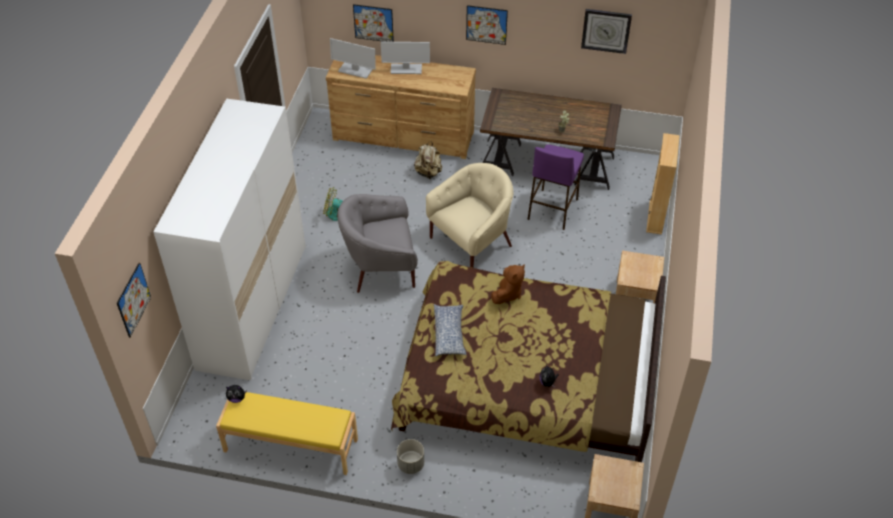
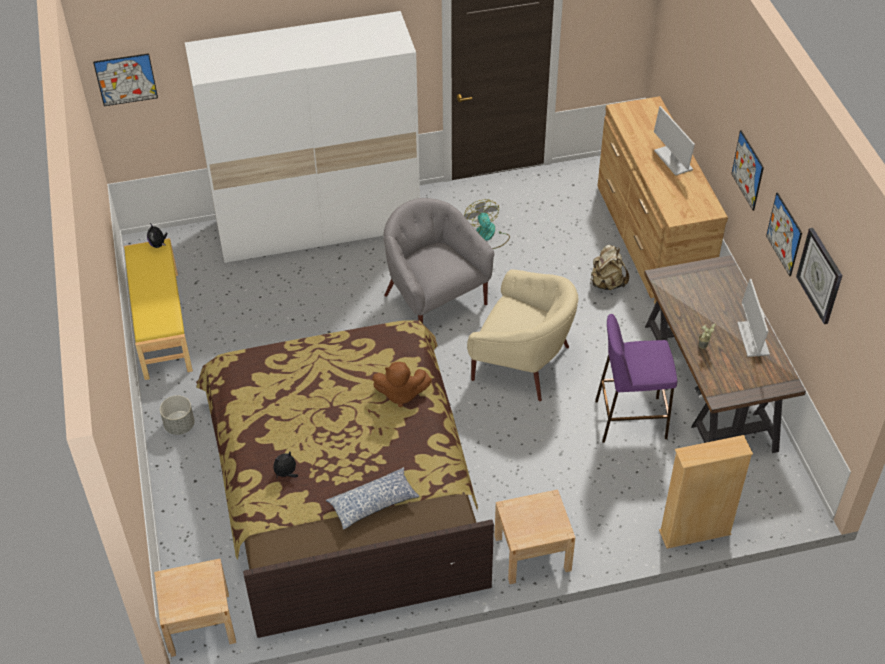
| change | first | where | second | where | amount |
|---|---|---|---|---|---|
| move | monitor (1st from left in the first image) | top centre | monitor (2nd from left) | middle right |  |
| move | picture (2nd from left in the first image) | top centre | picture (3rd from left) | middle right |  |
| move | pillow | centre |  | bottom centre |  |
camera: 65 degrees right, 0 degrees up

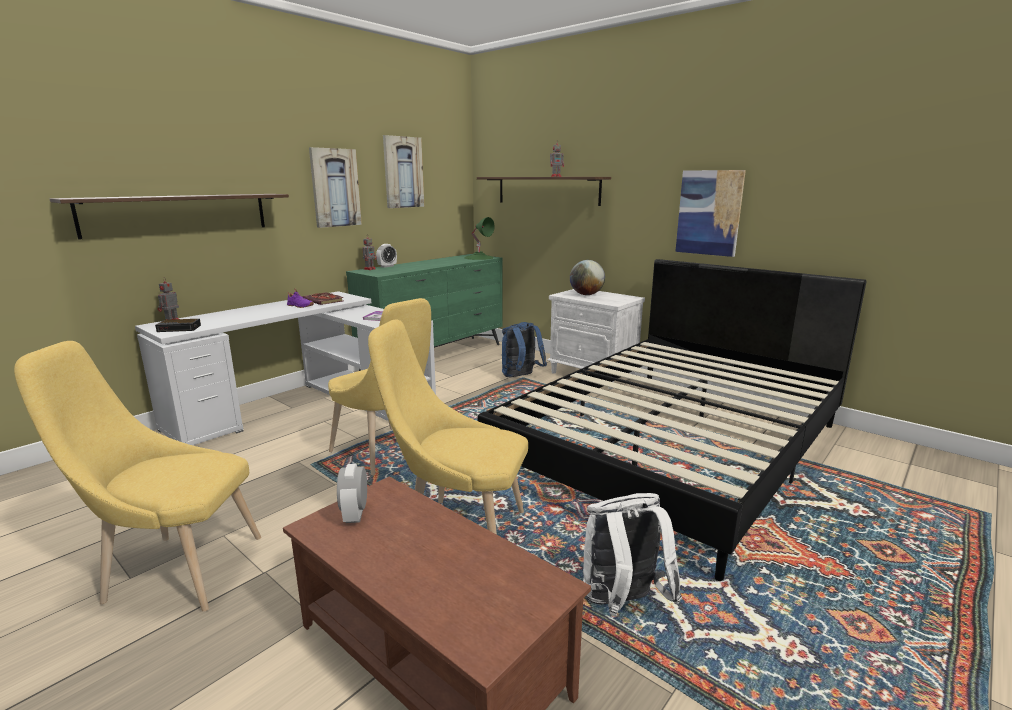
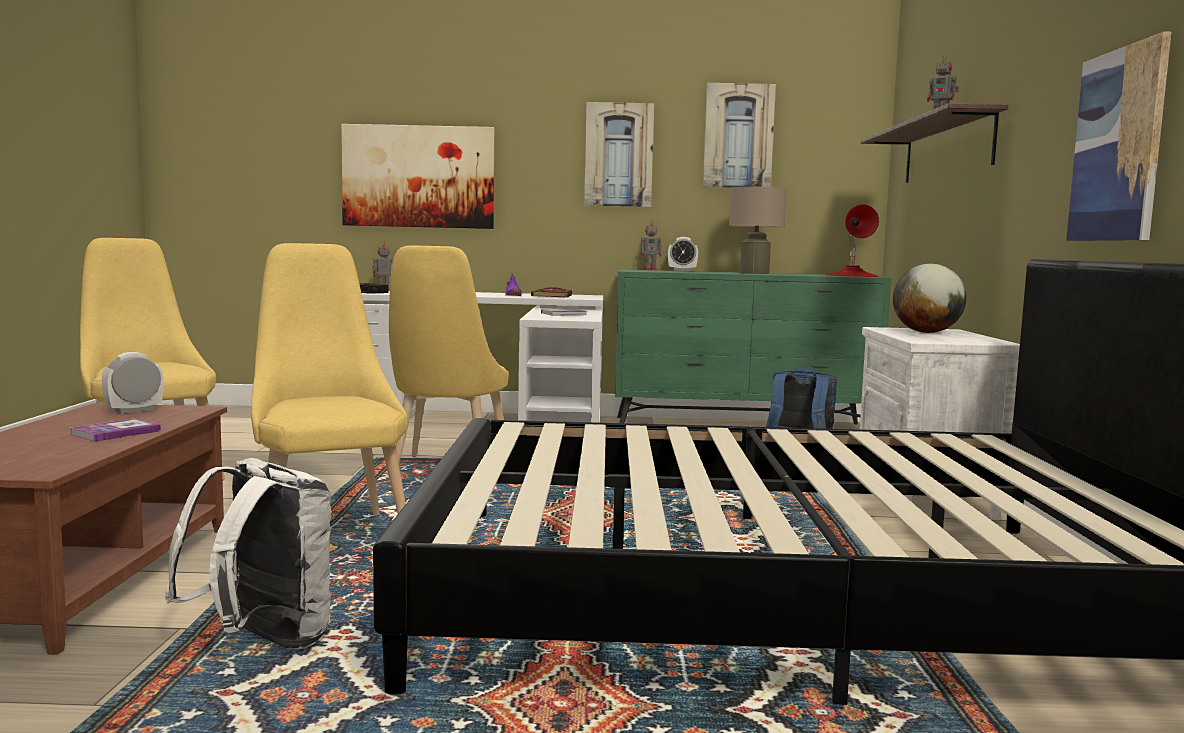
| change | first | where | second | where | amount |
|---|---|---|---|---|---|
| insert |  |  | book (1st from left) | middle left |  |
| insert |  |  | table lamp/beige | top centre |  |
| replace | shelf (1st from left) | top left | picture (1st from left) | top centre |  |
| recolor | table lamp/green | centre | table lamp/red | top right |  |
camera: 50 degrees right, 10 degrees down

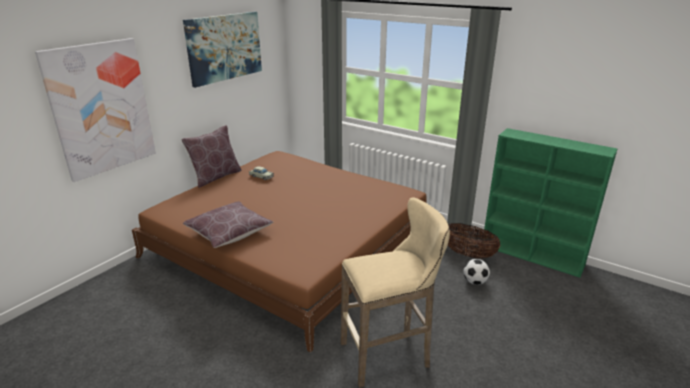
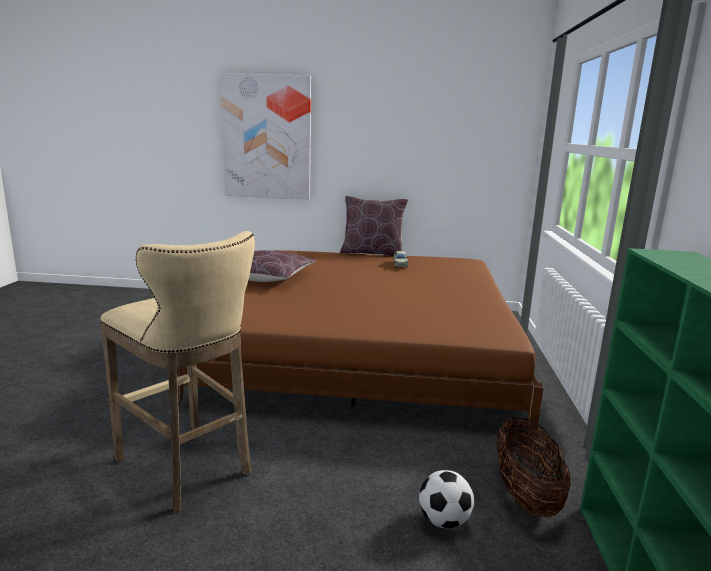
| change | first | where | second | where | amount |
|---|---|---|---|---|---|
| delete | picture (2nd from left) | top left |  |  |  |
camera: 60 degrees right, 10 degrees down

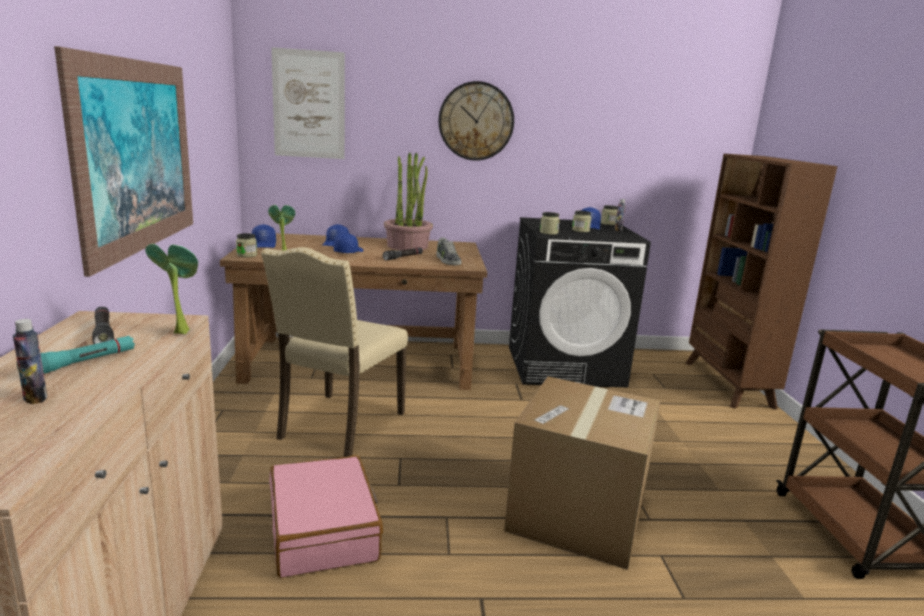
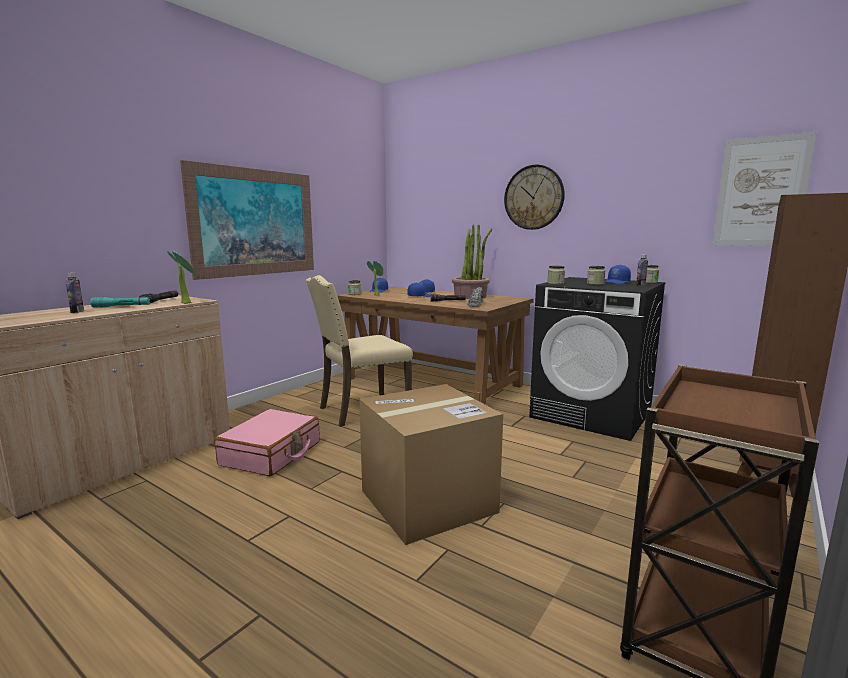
| change | first | where | second | where | amount |
|---|---|---|---|---|---|
| move | picture (2nd from left) | top centre |  | top right |  |
camera: 40 degrees right, 5 degrees down

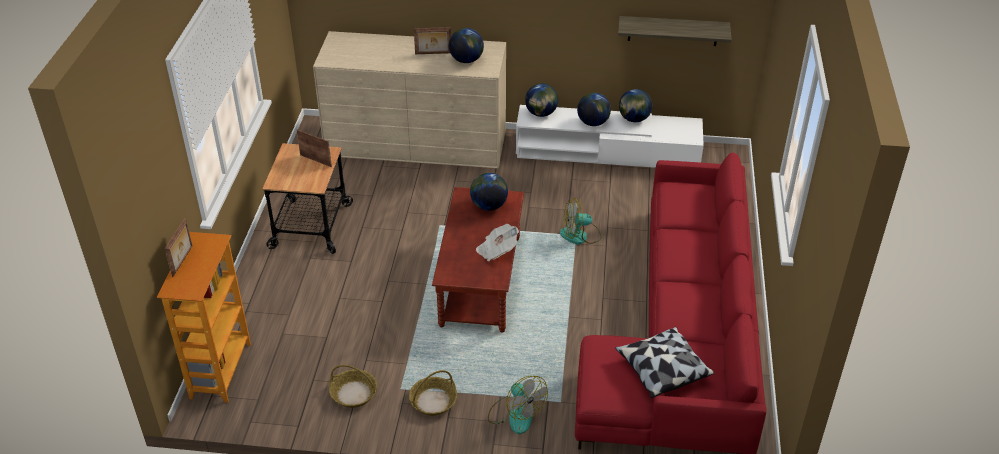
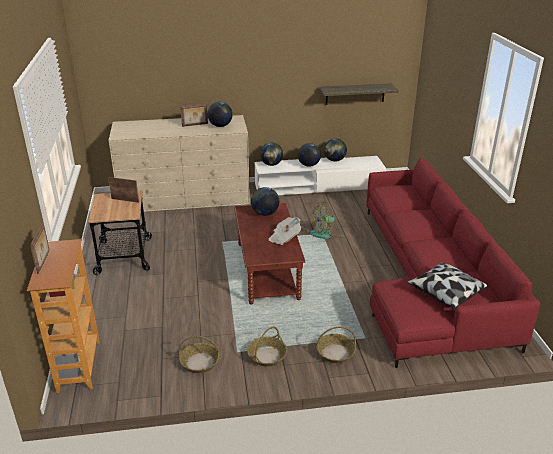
| change | first | where | second | where | amount |
|---|---|---|---|---|---|
| replace | fan (1st from left) | bottom centre | basket (3rd from left) | bottom centre |  |
camera: 15 degrees left, 10 degrees down

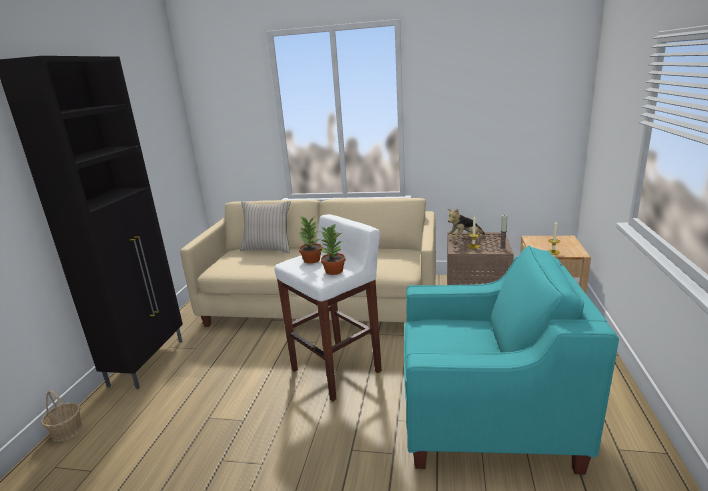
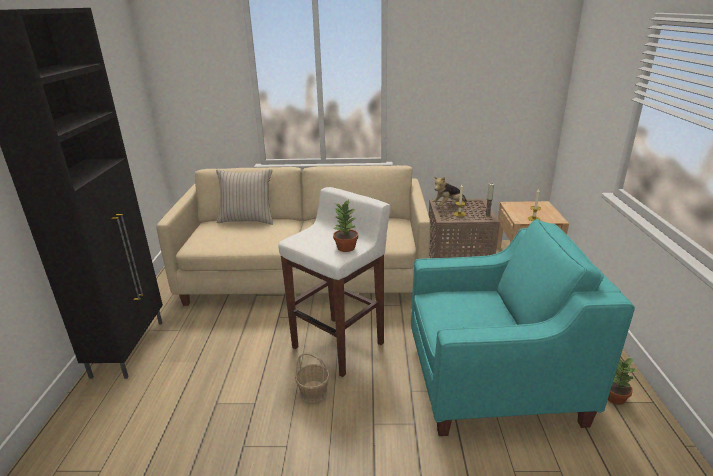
| change | first | where | second | where | amount |
|---|---|---|---|---|---|
| move | basket | bottom left |  | bottom centre |  |
| move | potted plant (1st from left in the first image) | centre | potted plant (2nd from left) | bottom right |  |
camera: 10 degrees left, 5 degrees up

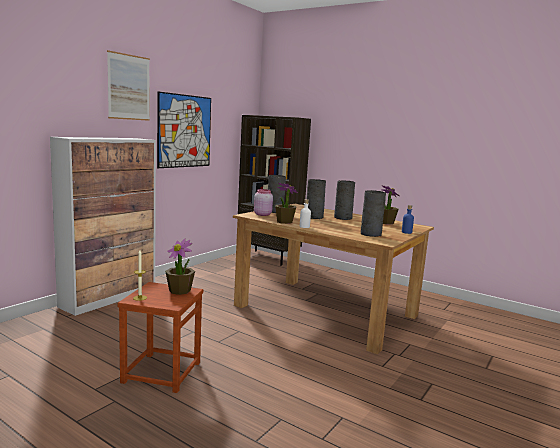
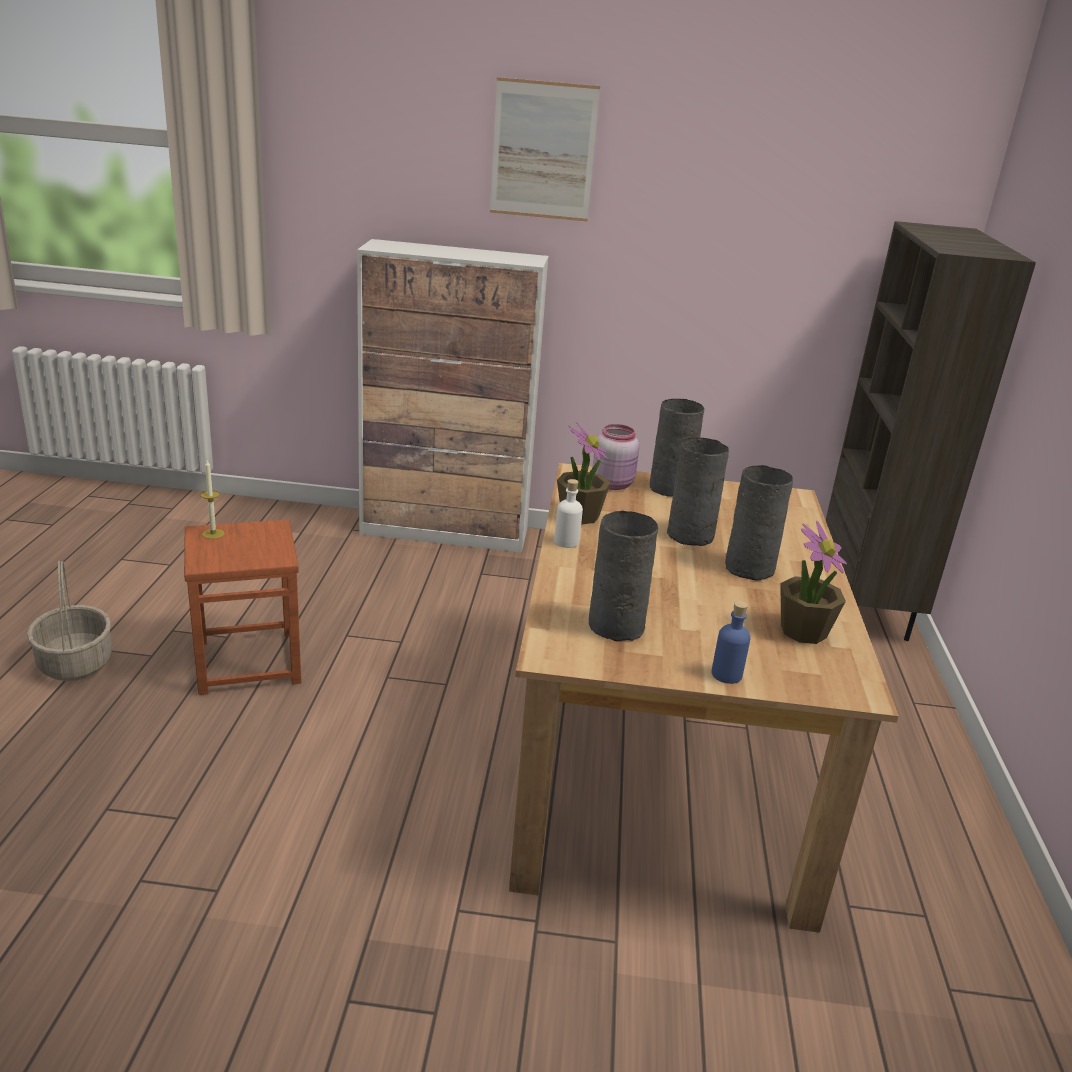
| change | first | where | second | where | amount |
|---|---|---|---|---|---|
| delete | picture (2nd from left) | top left |  |  |  |
| delete | potted plant (1st from left) | middle left |  |  |  |
| insert |  |  | basket | middle left |  |
camera: 60 degrees right, 15 degrees up

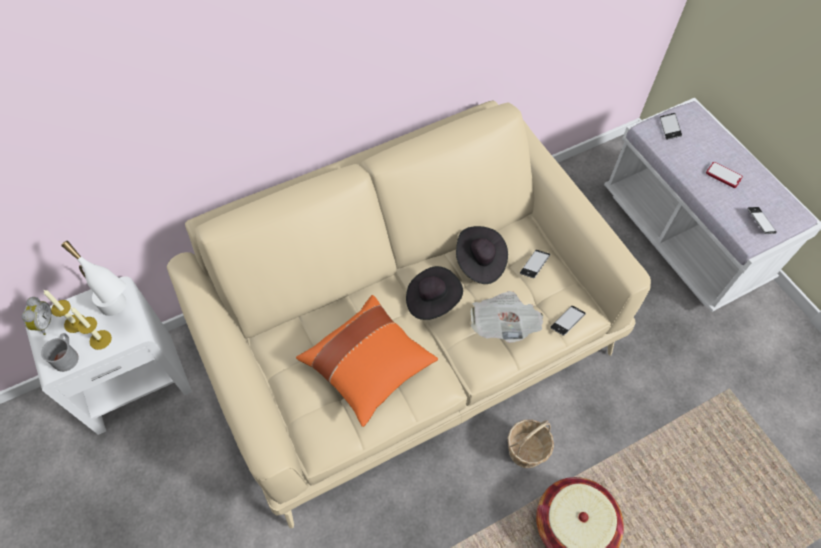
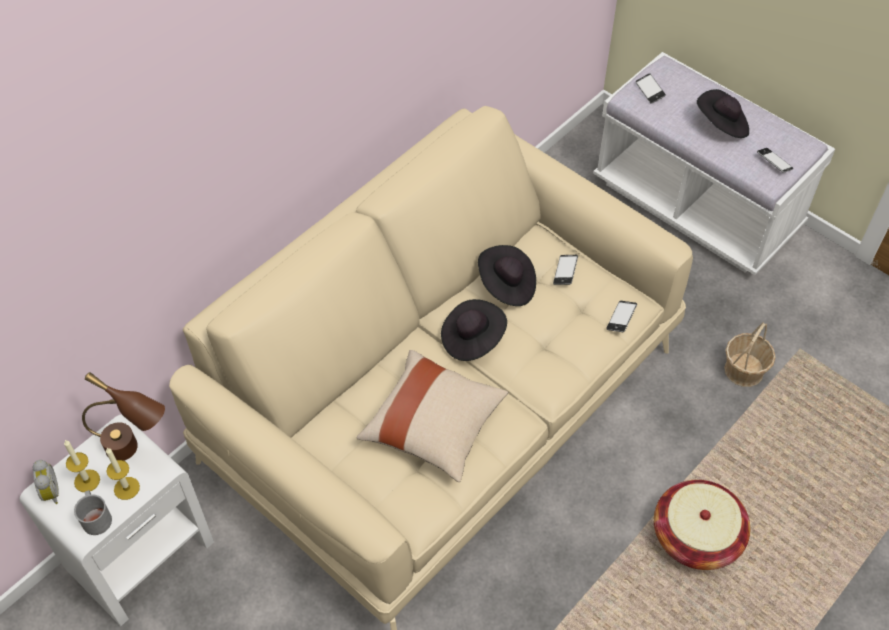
| change | first | where | second | where | amount |
|---|---|---|---|---|---|
| delete | newspaper | centre |  |  |  |
| move | basket (1st from left in the first image) | bottom centre | basket (2nd from left) | middle right |  |
| replace | phone (4th from left) | top right | hat/black (3rd from left) | top right |  |
| recolor | table lamp/white | middle left | table lamp/brown | middle left |  |
| recolor | pillow/orange | centre | pillow/beige | centre |  |
camera: 20 degrees left, 5 degrees down

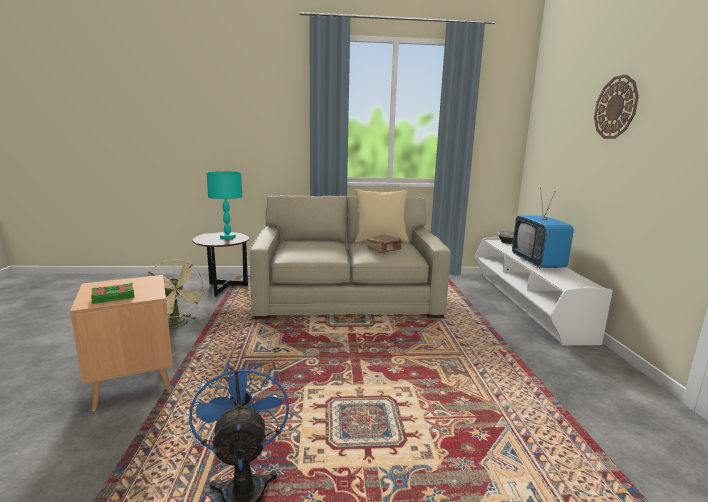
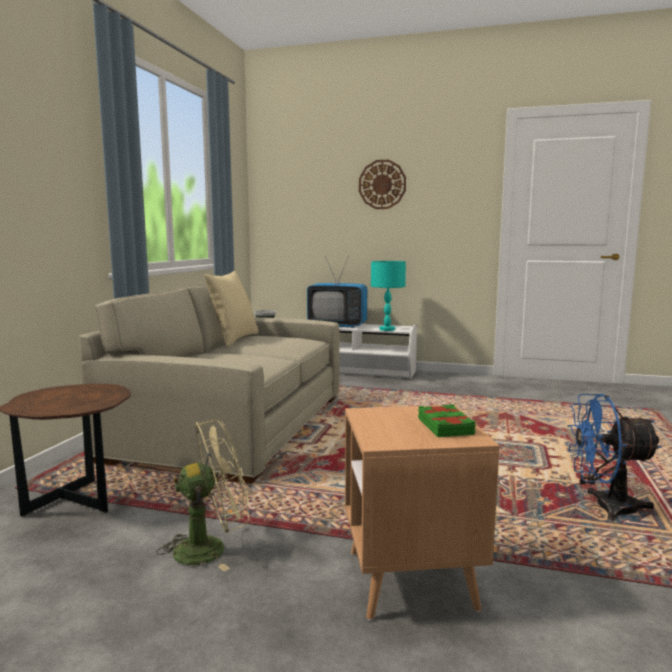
| change | first | where | second | where | amount |
|---|---|---|---|---|---|
| delete | book/brown | centre |  |  |  |
| move | table lamp/turquoise | middle left |  | centre |  |
camera: 70 degrees left, 5 degrees down

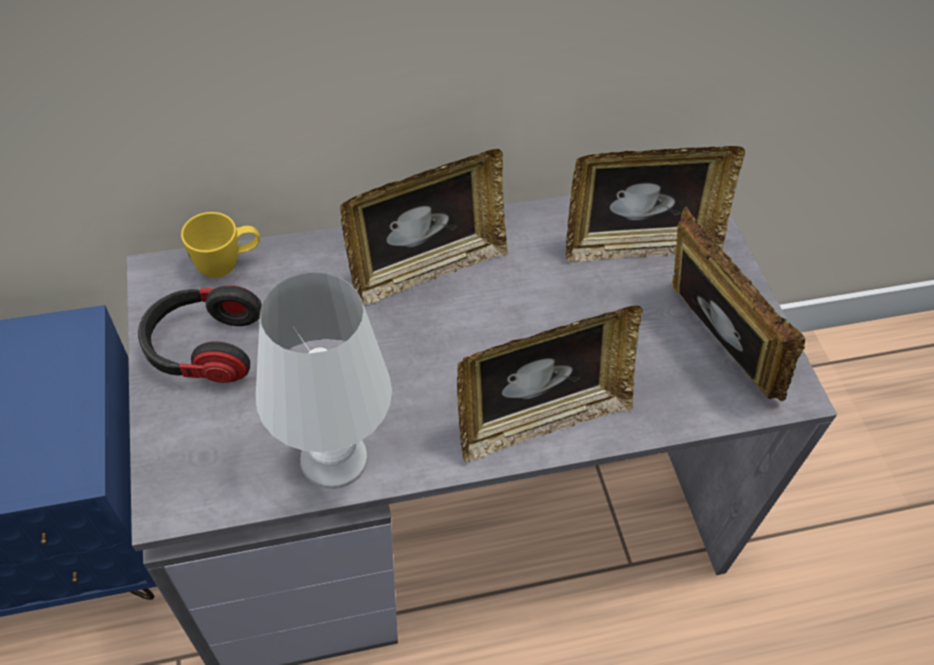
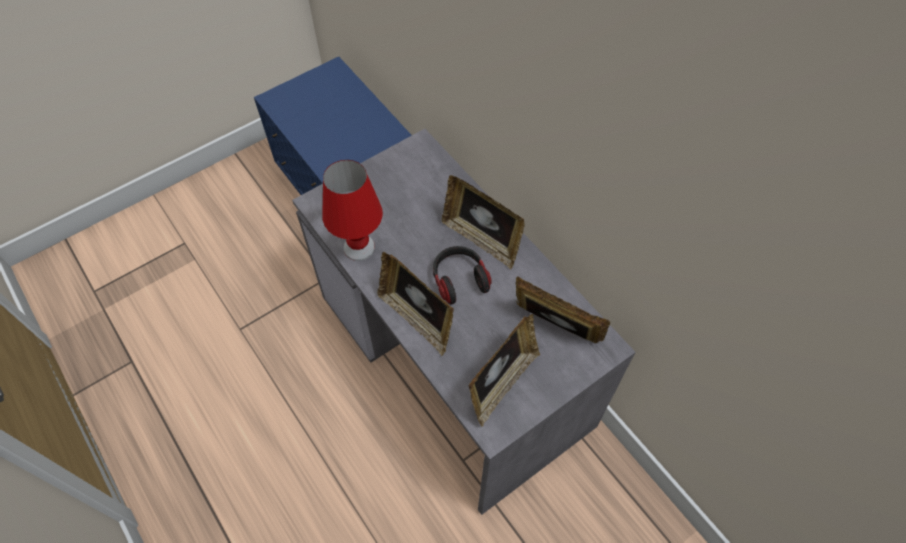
| change | first | where | second | where | amount |
|---|---|---|---|---|---|
| delete | mug/yellow | middle left |  |  |  |
| move | headphones | middle left |  | centre |  |
| recolor | table lamp/white | centre | table lamp/red | centre |  |
| rotate | picture frame (3rd from left in the first image) | top right | picture frame (4th from left) | centre | 150 degrees clockwise |
camera: 70 degrees right, 5 degrees up

